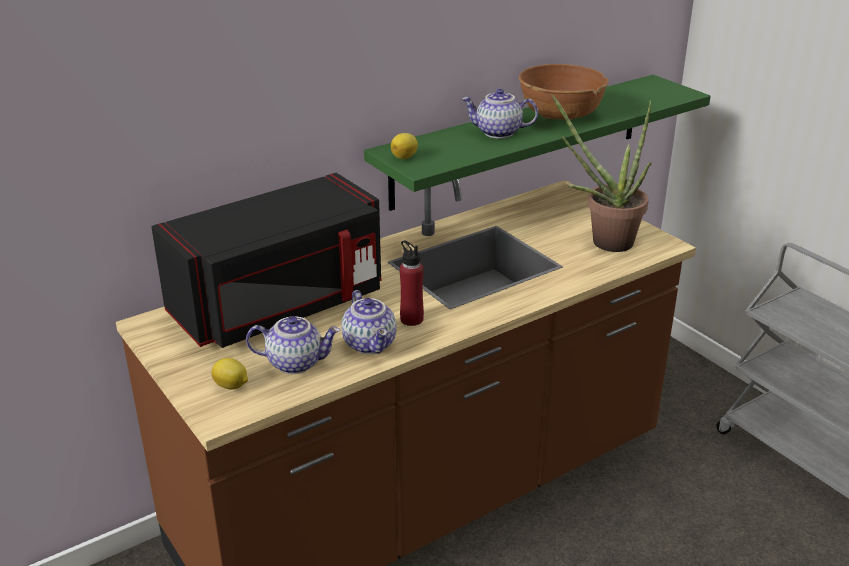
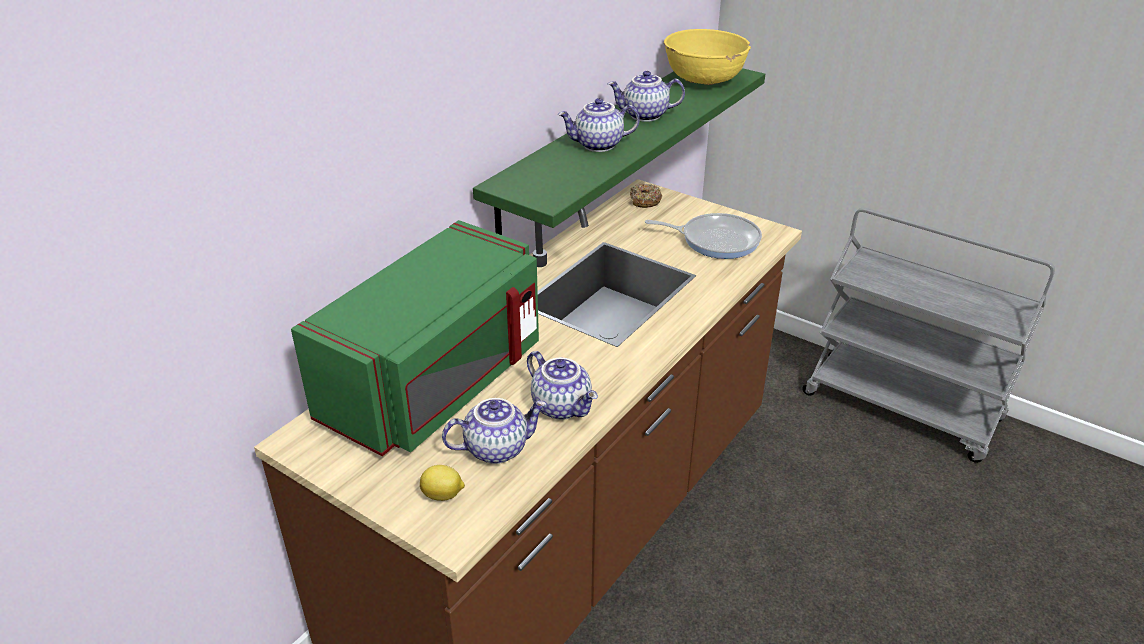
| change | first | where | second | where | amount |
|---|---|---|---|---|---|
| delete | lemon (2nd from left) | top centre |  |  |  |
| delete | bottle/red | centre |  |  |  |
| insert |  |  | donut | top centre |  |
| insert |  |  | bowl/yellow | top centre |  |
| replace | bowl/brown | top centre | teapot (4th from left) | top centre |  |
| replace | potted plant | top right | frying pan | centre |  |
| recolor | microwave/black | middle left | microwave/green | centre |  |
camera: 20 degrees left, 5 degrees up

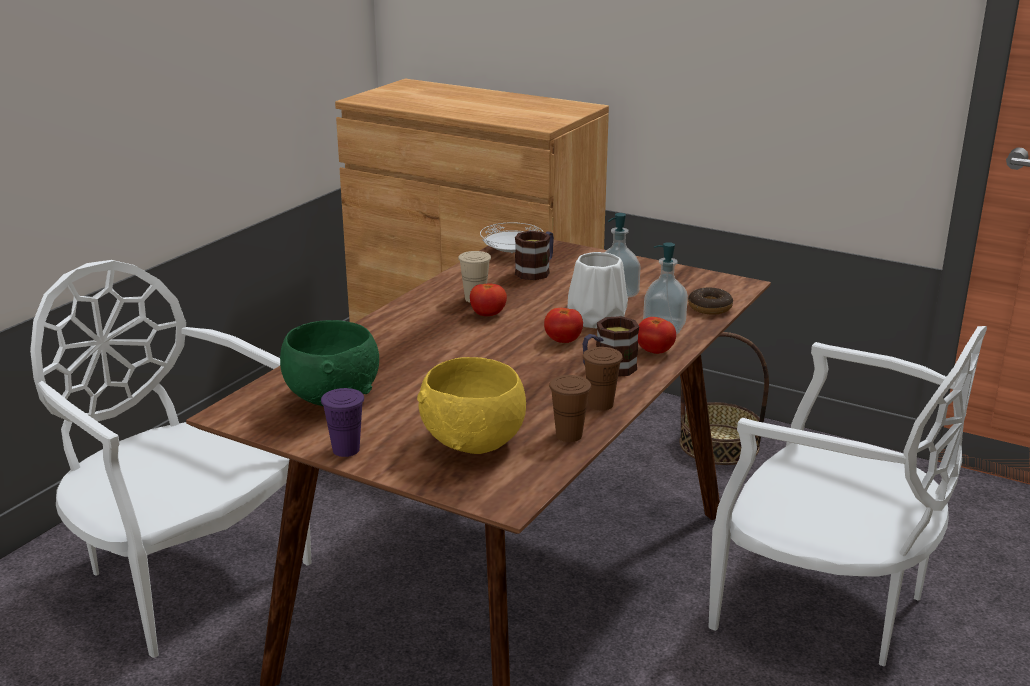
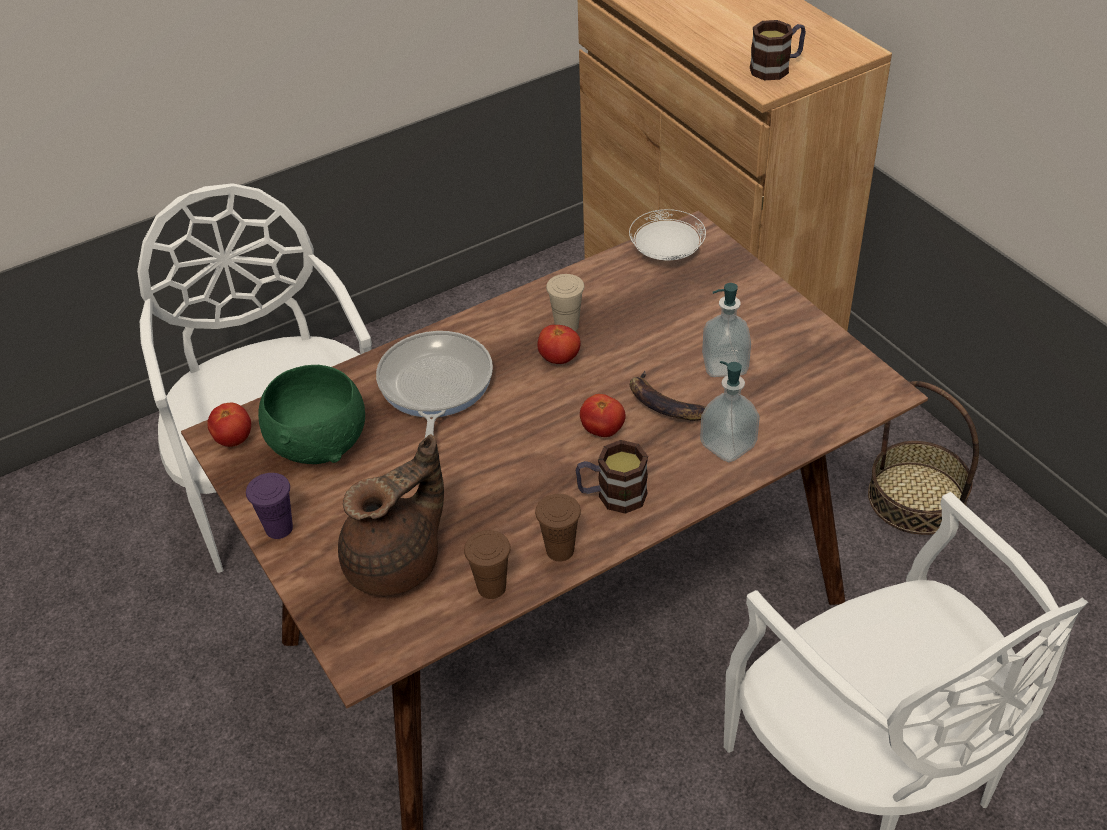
| change | first | where | second | where | amount |
|---|---|---|---|---|---|
| delete | donut | middle right |  |  |  |
| insert |  |  | frying pan | centre |  |
| move | mug (1st from left in the first image) | centre | mug (2nd from left) | top right |  |
| move | tomato (3rd from left in the first image) | centre | tomato (1st from left) | middle left |  |
| replace | bowl/yellow | centre | teapot/brown | centre |  |
| replace | vase/white | centre | banana | centre |  |
camera: 30 degrees right, 20 degrees up

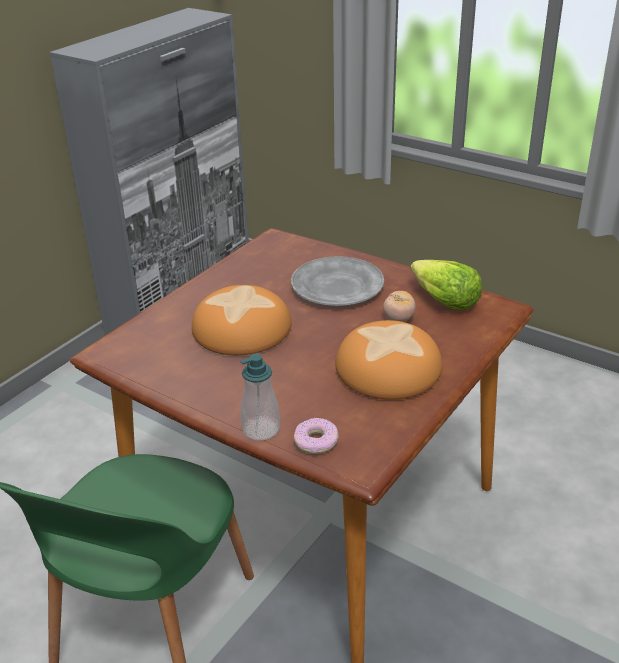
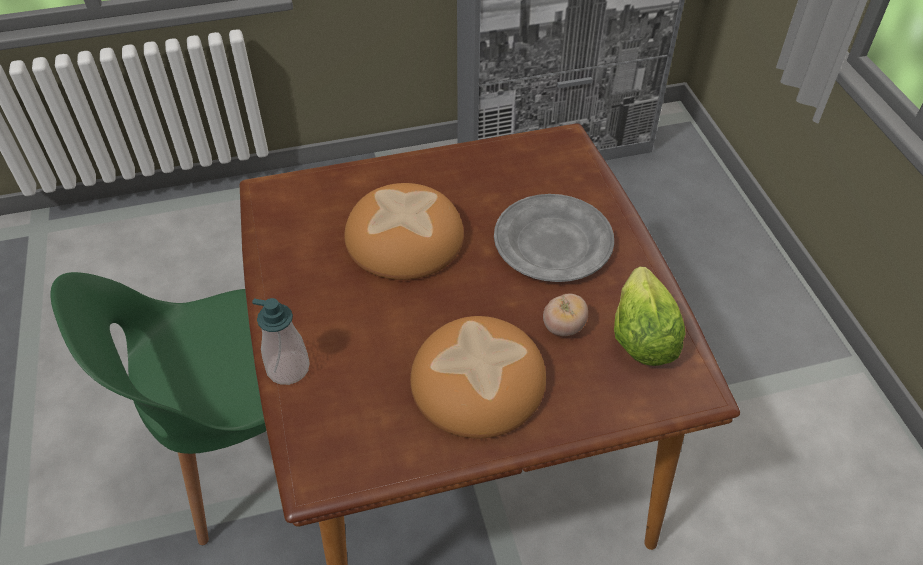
| change | first | where | second | where | amount |
|---|---|---|---|---|---|
| delete | donut | centre |  |  |  |
camera: 40 degrees right, 15 degrees up

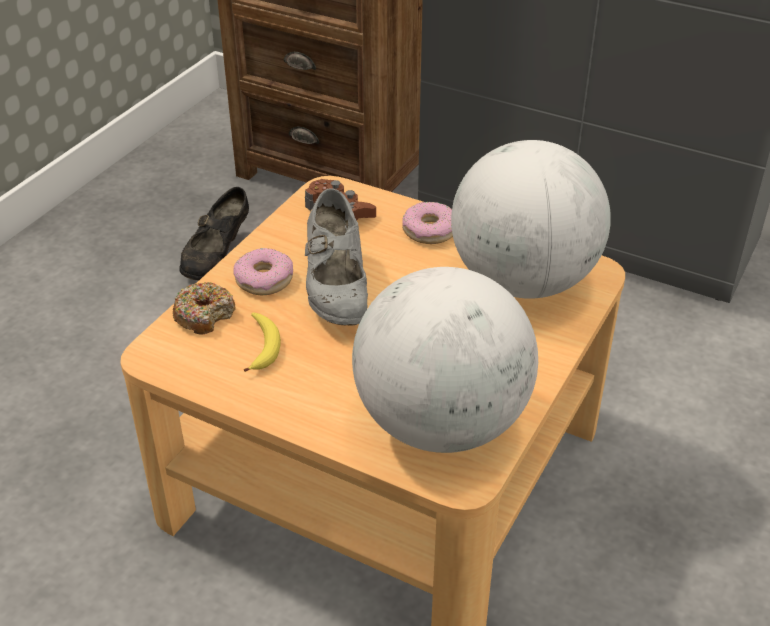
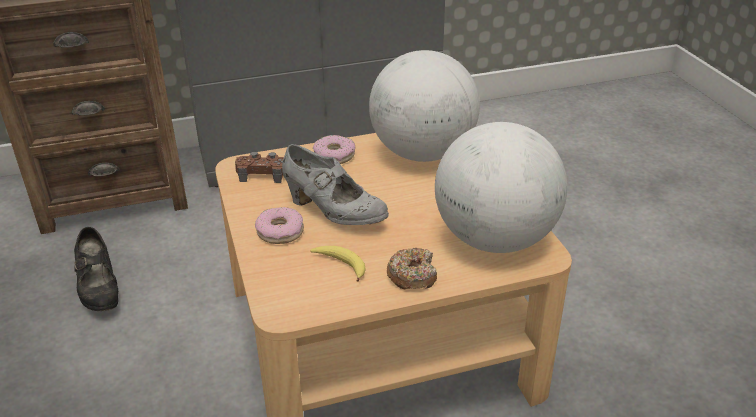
| change | first | where | second | where | amount |
|---|---|---|---|---|---|
| move | donut (1st from left in the first image) | middle left | donut (3rd from left) | centre |  |
camera: 45 degrees left, 5 degrees down

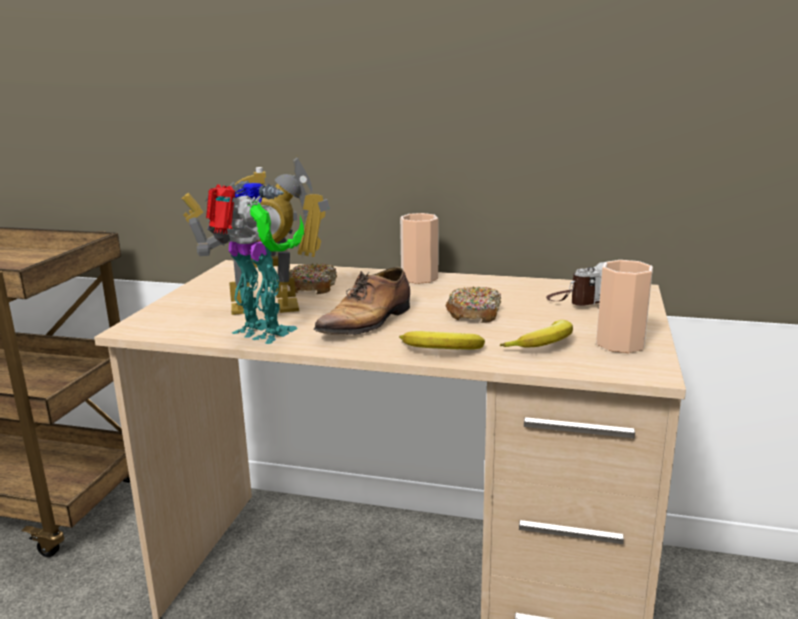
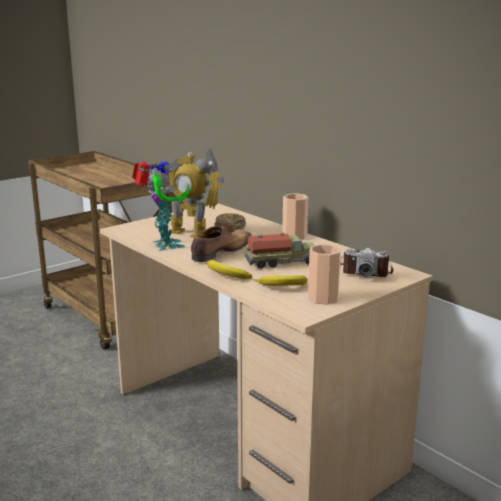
| change | first | where | second | where | amount |
|---|---|---|---|---|---|
| replace | donut (2nd from left) | centre | toy truck | centre |  |
| rotate | shoe | centre |  | centre | 150 degrees clockwise |
camera: 35 degrees right, 0 degrees up

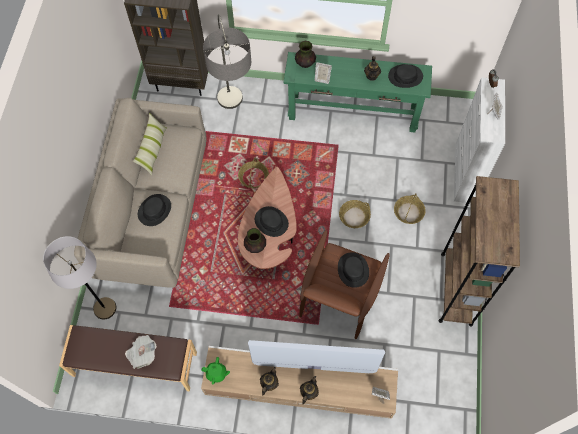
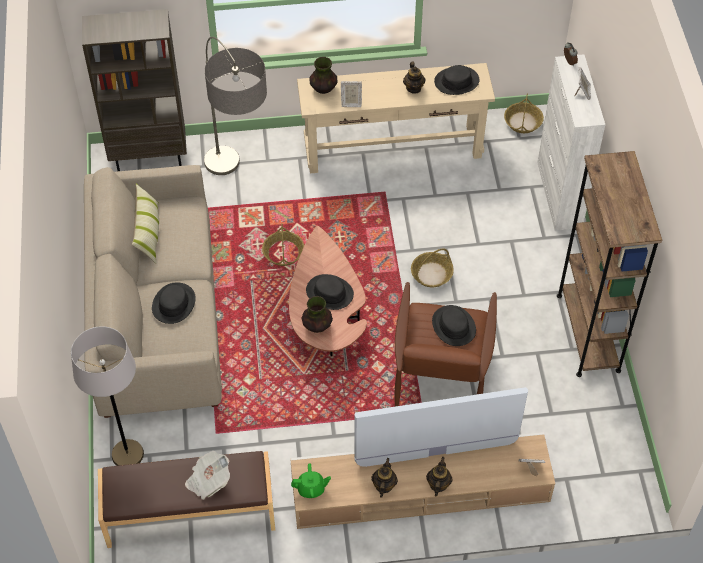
| change | first | where | second | where | amount |
|---|---|---|---|---|---|
| move | basket (3rd from left) | middle right |  | top right |  |
| recolor | console table/green | top centre | console table/beige | top centre |  |
camera: 15 degrees left, 10 degrees down

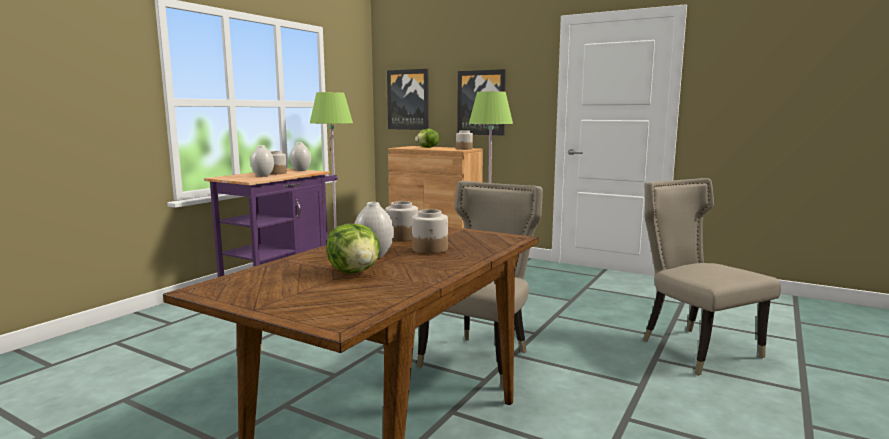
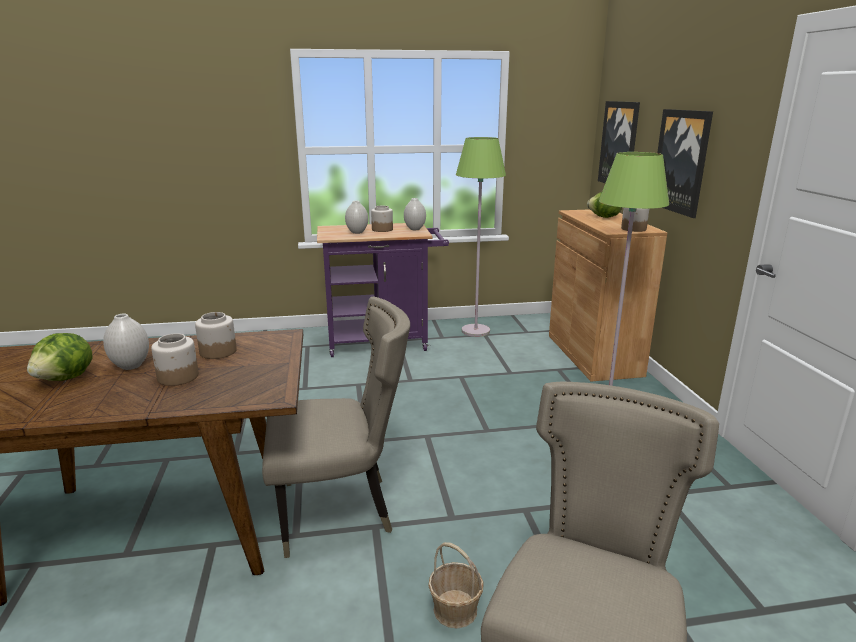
| change | first | where | second | where | amount |
|---|---|---|---|---|---|
| insert |  |  | basket | bottom centre |  |
camera: 50 degrees right, 10 degrees up

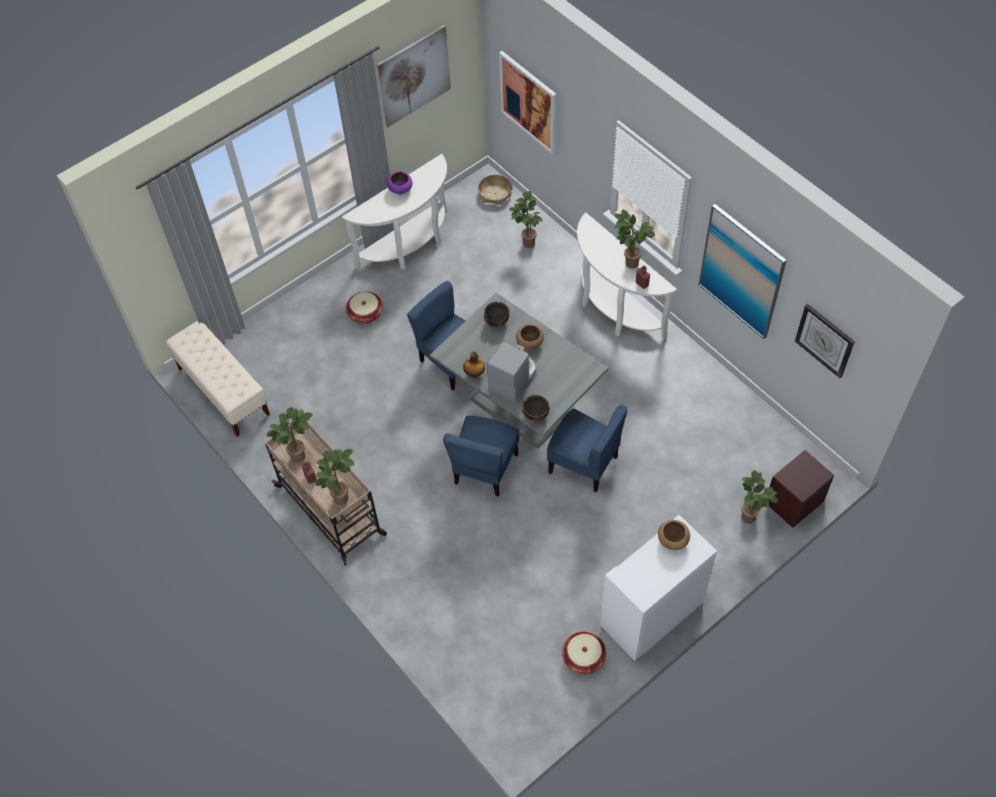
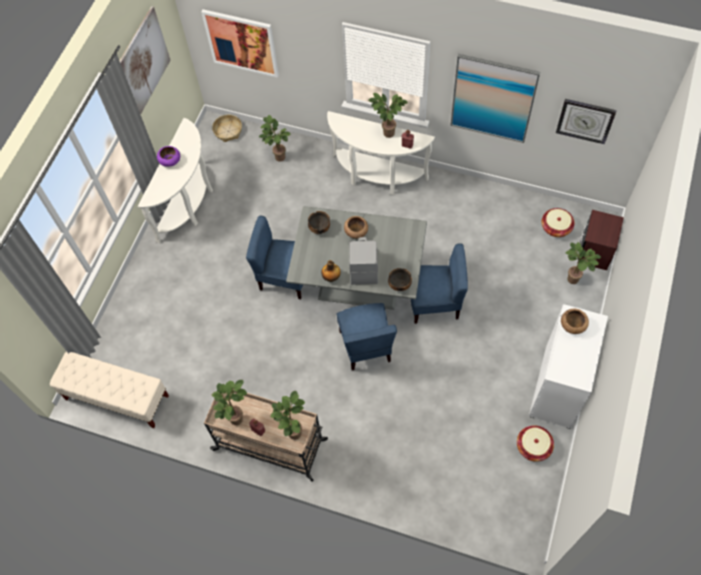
| change | first | where | second | where | amount |
|---|---|---|---|---|---|
| move | basket (1st from left in the first image) | centre | basket (3rd from left) | middle right |  |
camera: 30 degrees left, 5 degrees up

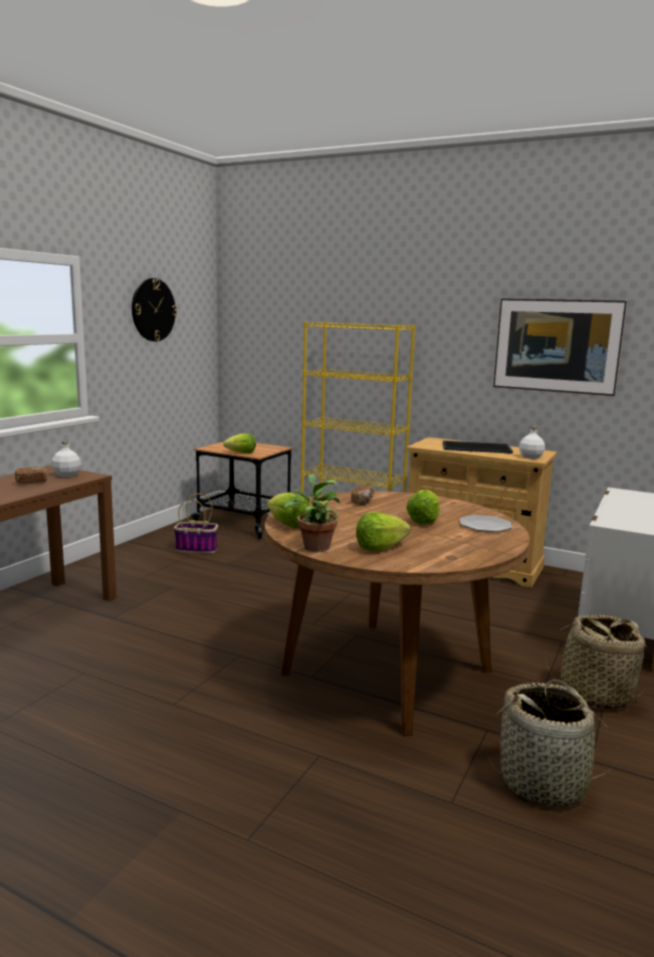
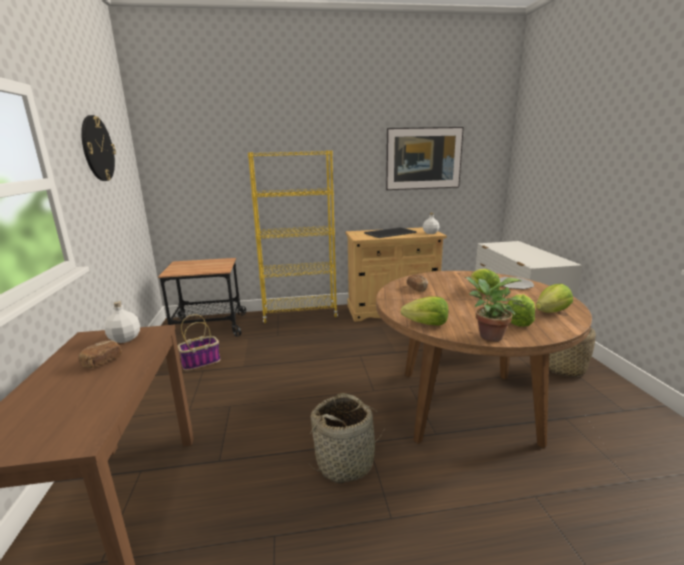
| change | first | where | second | where | amount |
|---|---|---|---|---|---|
| move | lettuce (1st from left in the first image) | centre | lettuce (4th from left) | middle right |  |
| move | basket (2nd from left) | bottom right |  | bottom centre |  |
camera: 35 degrees left, 5 degrees up

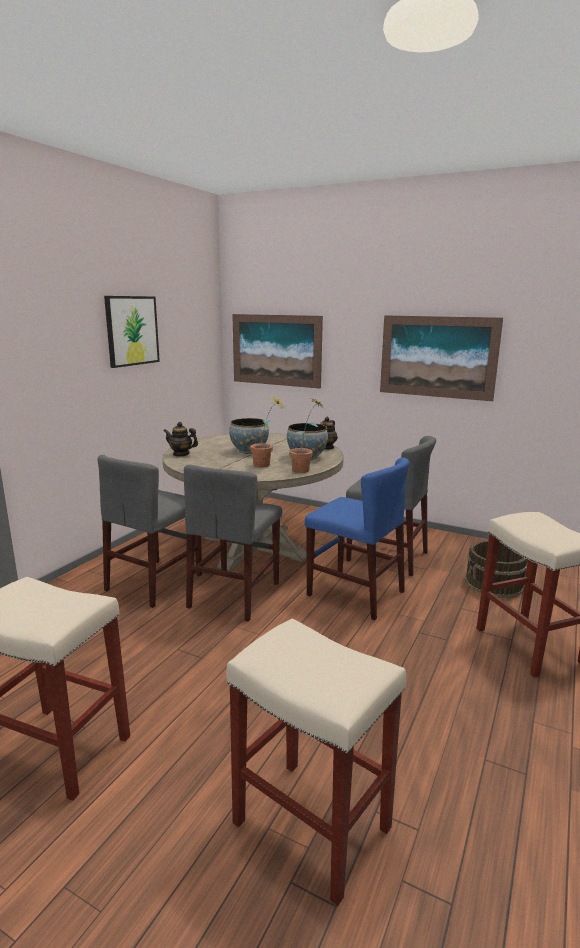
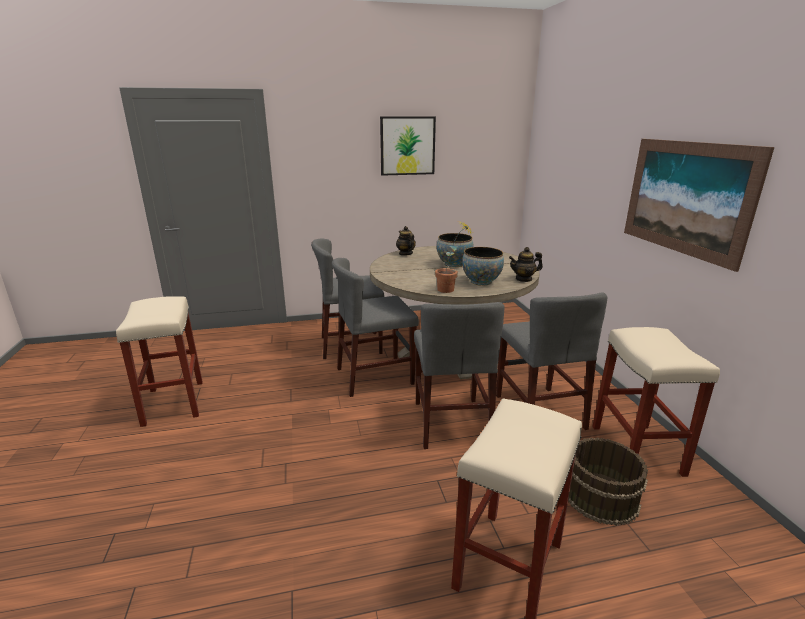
| change | first | where | second | where | amount |
|---|---|---|---|---|---|
| delete | picture (2nd from left) | centre |  |  |  |
| delete | potted plant (1st from left) | centre |  |  |  |
| move | stool/beige (2nd from left in the first image) | bottom centre | stool/beige (3rd from left) | middle right |  |
| recolor | chair/blue | centre | chair/grey (3rd from left) | centre |  |
camera: 50 degrees right, 5 degrees up

